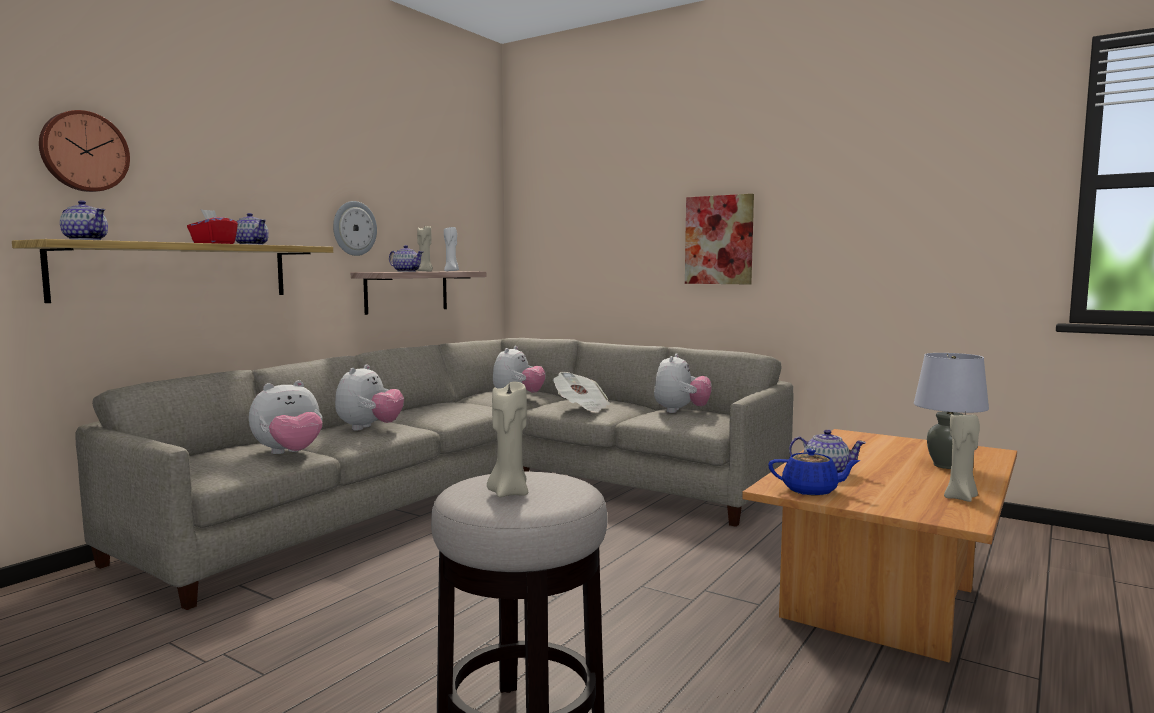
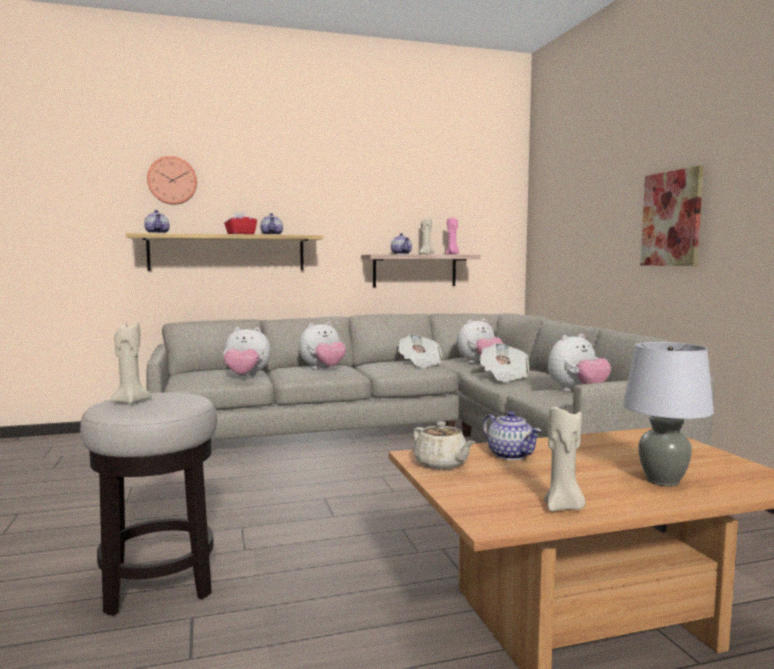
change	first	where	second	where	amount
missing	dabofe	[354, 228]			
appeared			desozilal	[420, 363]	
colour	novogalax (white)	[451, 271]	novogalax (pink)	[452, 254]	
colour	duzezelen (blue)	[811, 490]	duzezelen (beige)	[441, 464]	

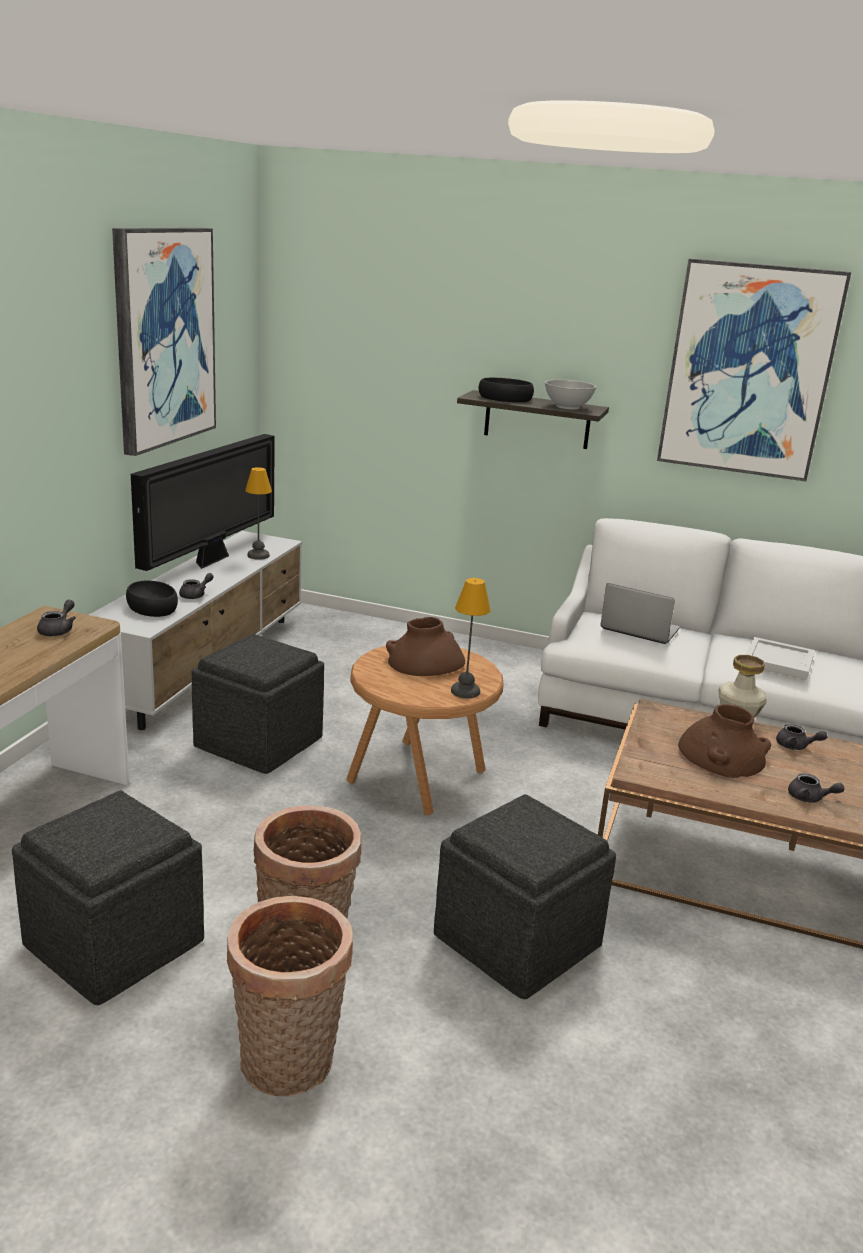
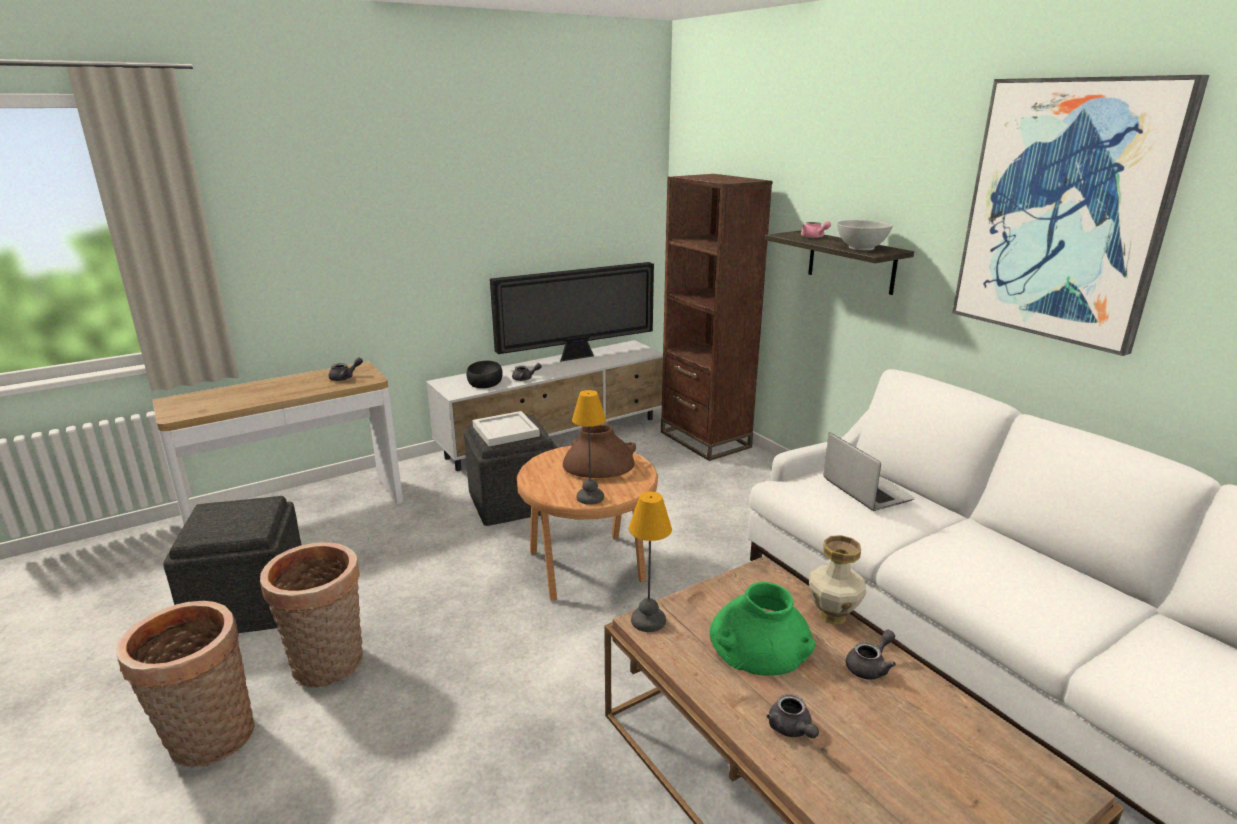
change	first	where	second	where	amount
missing	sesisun	[163, 337]			
missing	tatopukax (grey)	[519, 940]			
appeared			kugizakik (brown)	[705, 440]	
relocated	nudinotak	[258, 556]		[648, 621]	
relocated	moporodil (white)	[779, 661]		[507, 431]	
exchanged	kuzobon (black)	[505, 398]	duzezelen (pink)	[814, 237]	
colour	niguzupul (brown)	[722, 755]	niguzupul (green)	[761, 641]	
spun	duzezelen (grey)	[796, 746]		[870, 666]	105 degrees counterclockwise

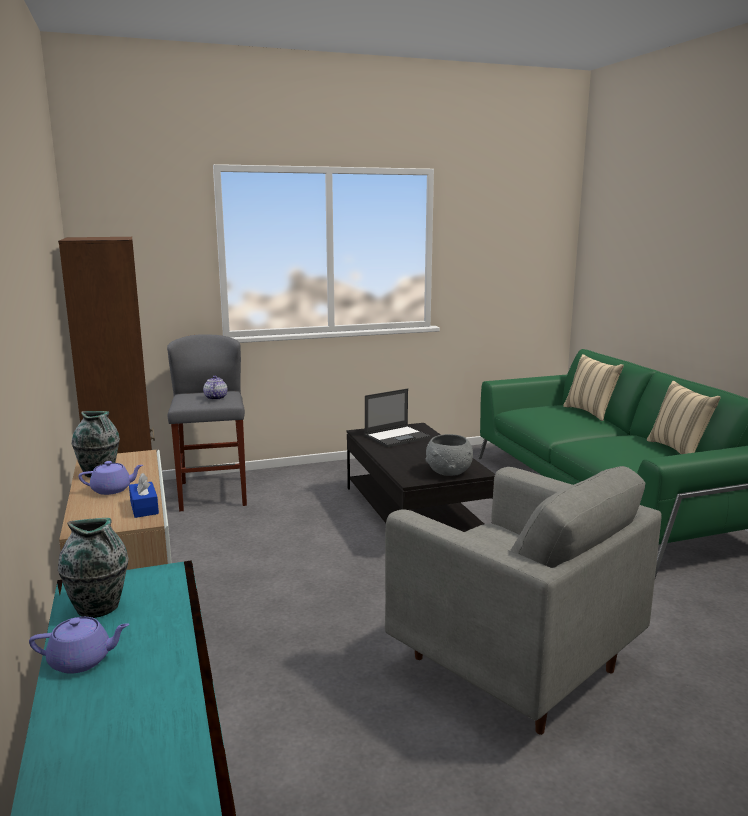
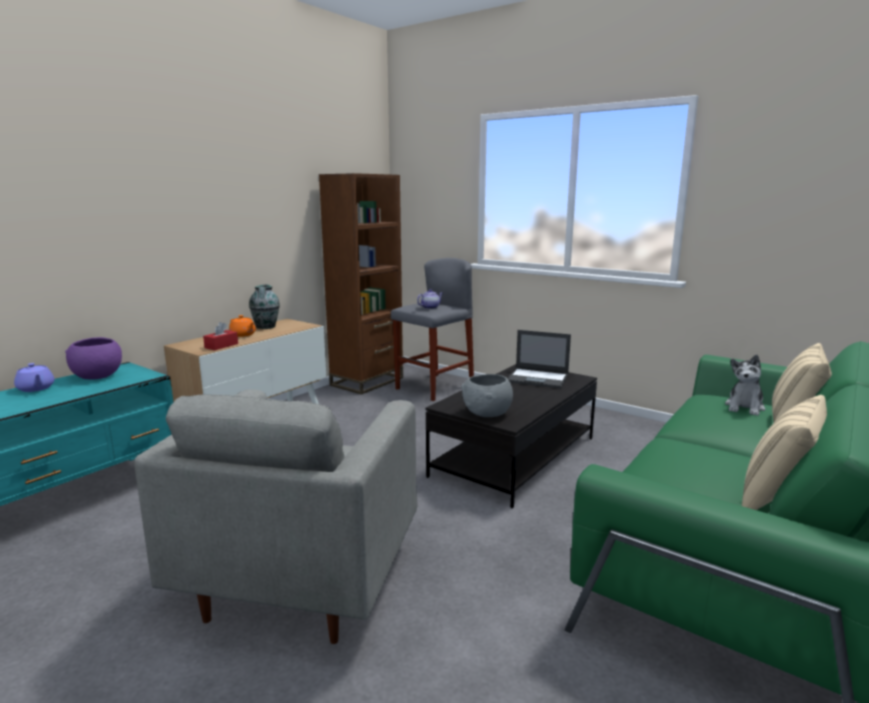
change	first	where	second	where	amount
appeared			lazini	[744, 407]	
exchanged	niguzupul	[99, 608]	kuzobon (purple)	[97, 376]	
colour	duzezelen (purple)	[112, 489]	duzezelen (orange)	[243, 335]	
colour	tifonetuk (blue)	[144, 507]	tifonetuk (red)	[221, 346]	

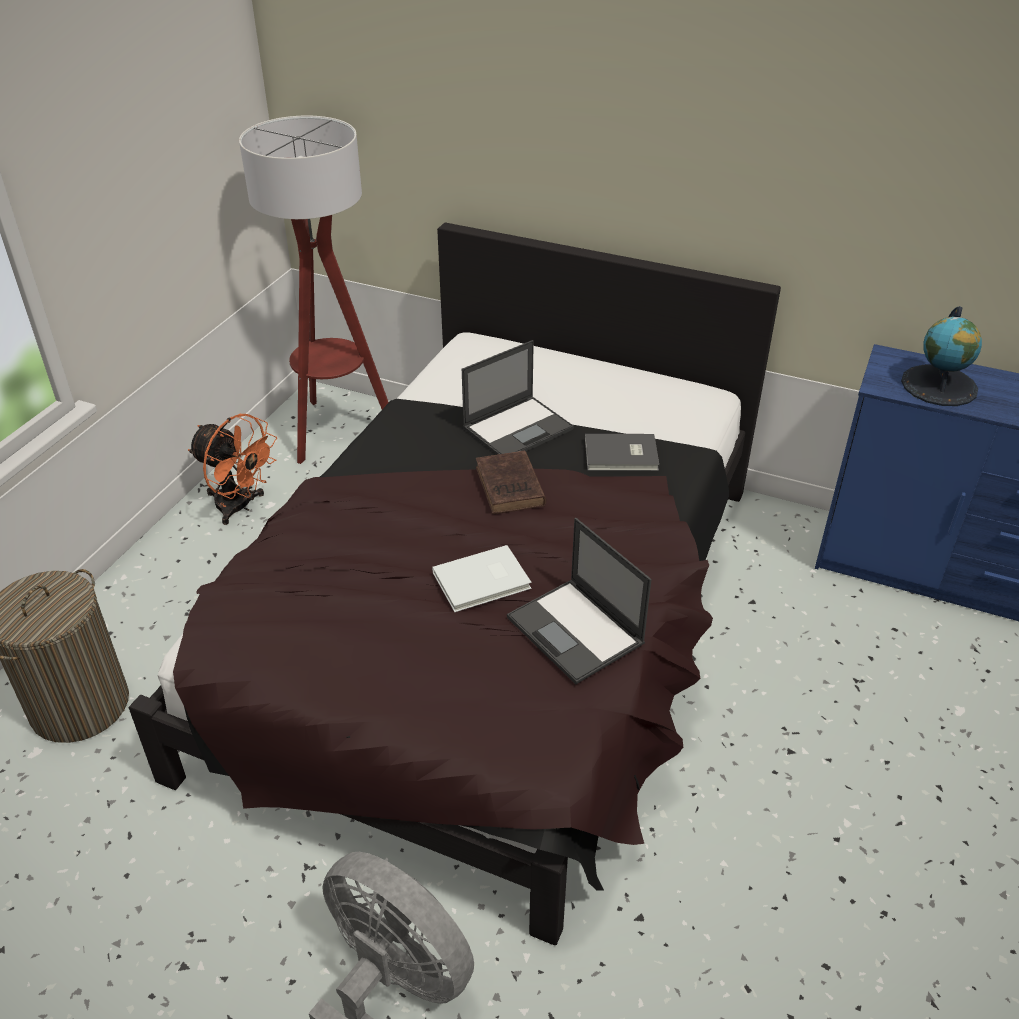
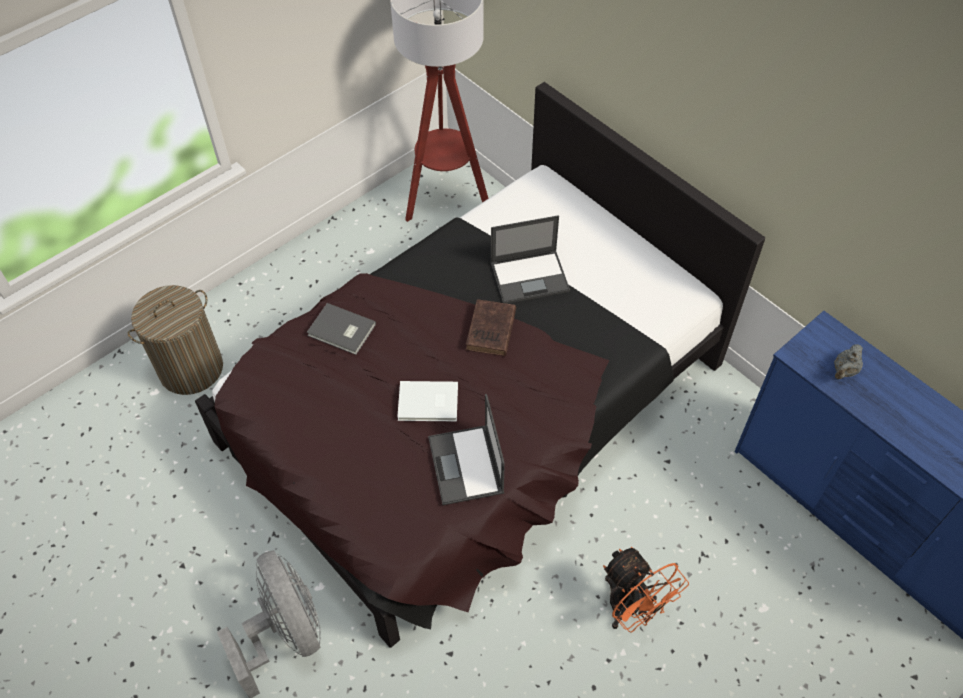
change	first	where	second	where	amount
relocated	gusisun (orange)	[240, 507]		[631, 609]	
relocated	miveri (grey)	[622, 456]		[341, 331]	
exchanged	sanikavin	[939, 385]	duzezelen (grey)	[844, 371]	

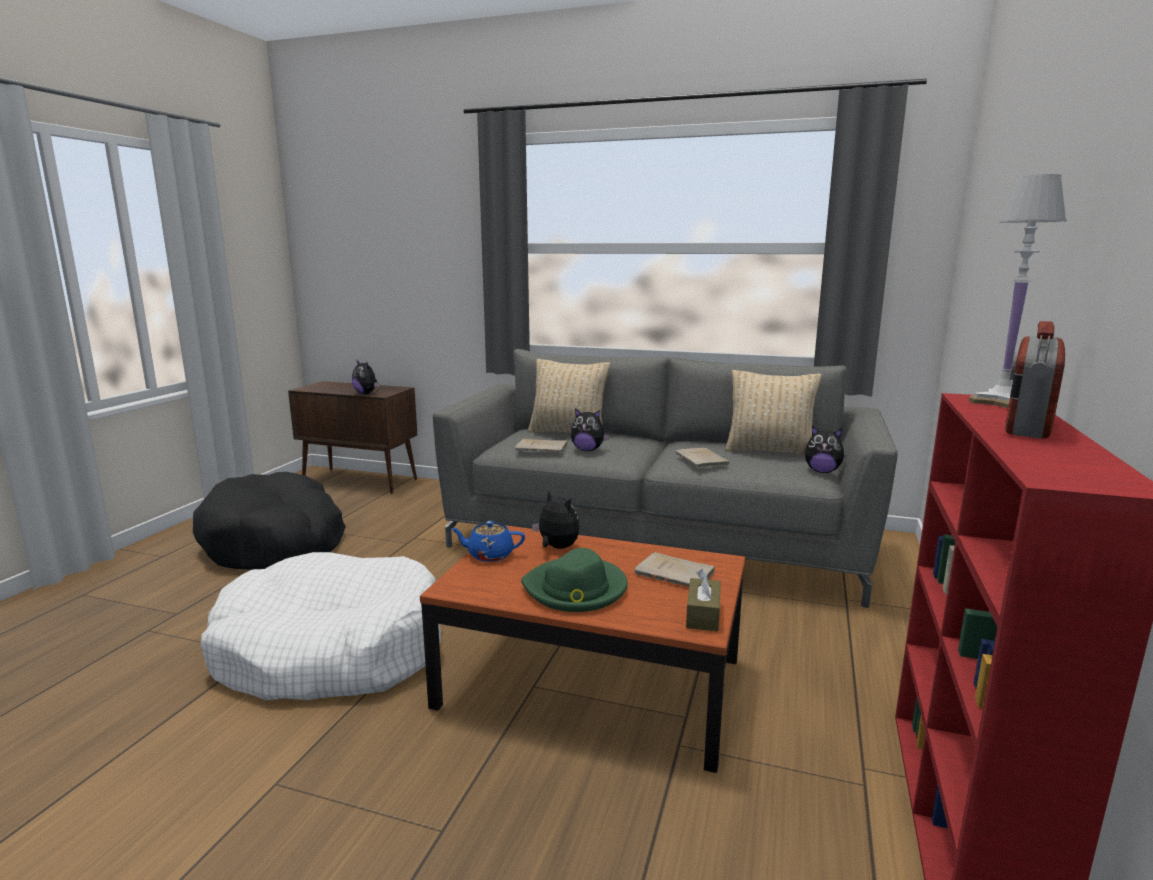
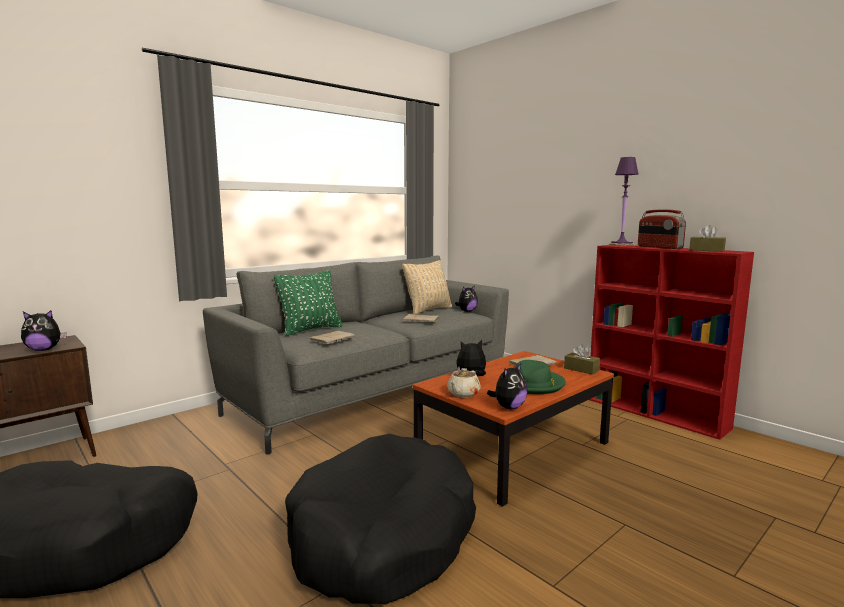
change	first	where	second	where	amount
appeared			tifonetuk (brown)	[706, 250]	
relocated	lazini	[588, 450]		[509, 407]	
colour	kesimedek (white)	[331, 650]	kesimedek (black)	[383, 536]	
colour	duzezelen (blue)	[489, 555]	duzezelen (beige)	[463, 394]	
colour	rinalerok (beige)	[568, 433]	rinalerok (green)	[310, 330]	
colour	nudinotak (white)	[1001, 402]	nudinotak (purple)	[621, 245]	

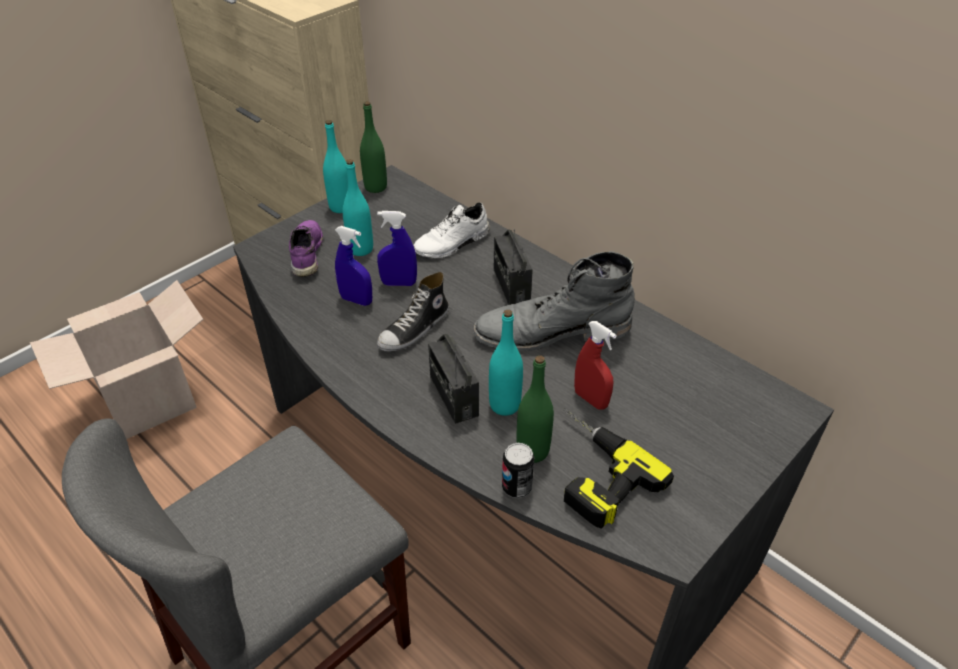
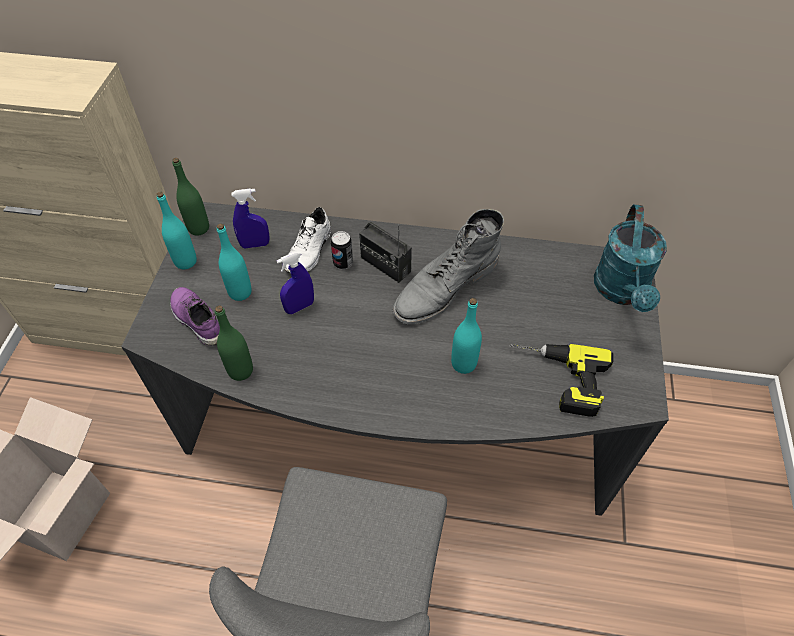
change	first	where	second	where	amount
missing	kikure	[414, 330]			
missing	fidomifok	[453, 396]			
missing	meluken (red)	[590, 399]			
appeared			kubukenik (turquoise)	[622, 292]	
relocated	meluken (blue)	[356, 300]		[255, 244]	
relocated	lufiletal	[516, 487]		[343, 263]	
relocated	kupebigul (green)	[532, 451]		[240, 370]	

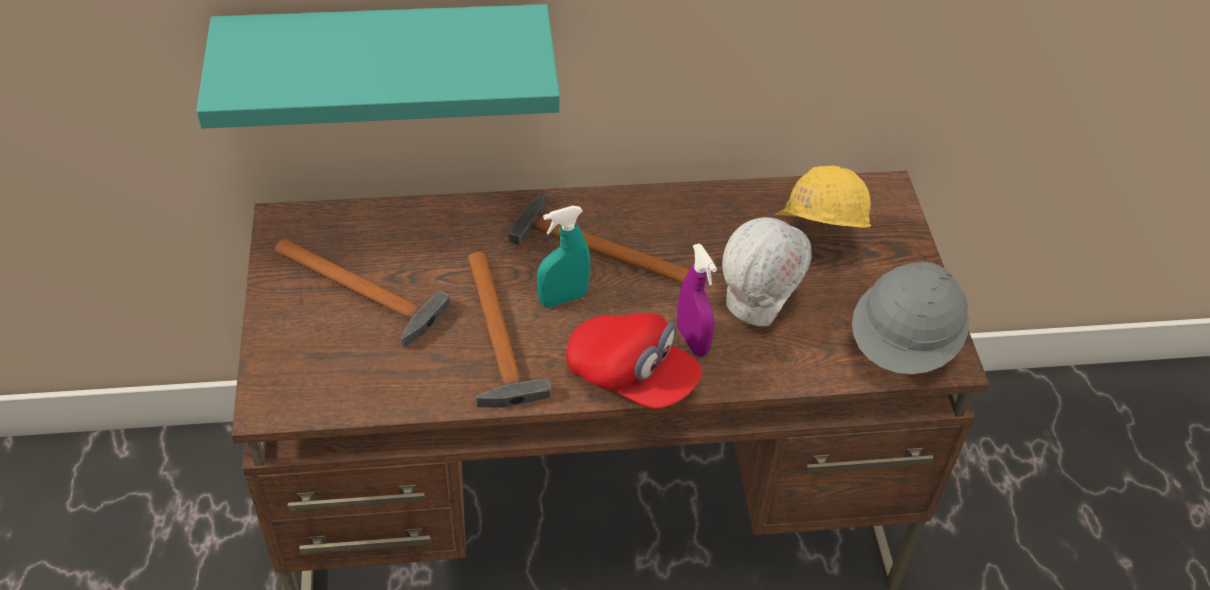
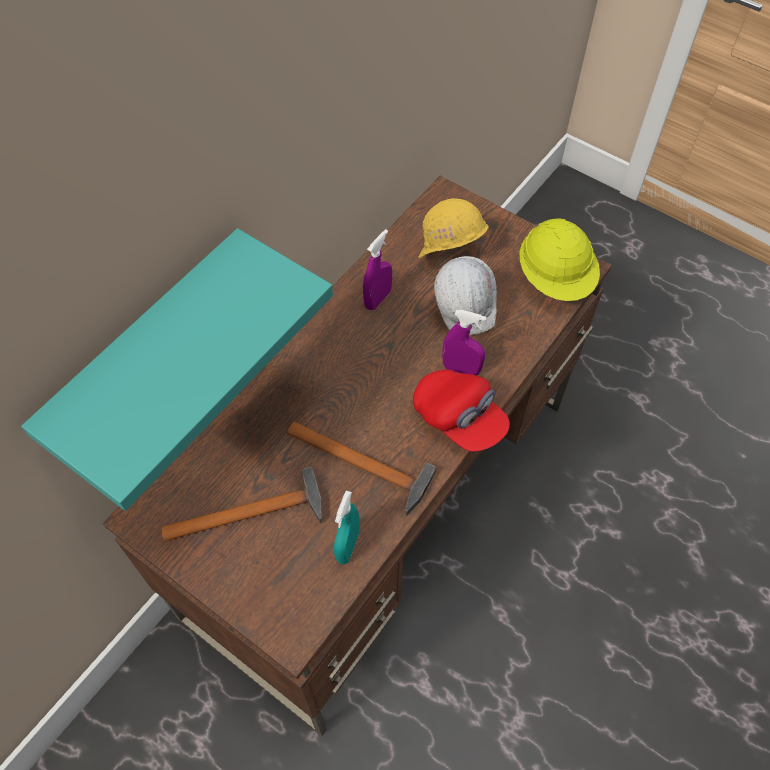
change	first	where	second	where	amount
missing	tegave	[594, 247]			
appeared			meluken (purple)	[377, 299]	
relocated	meluken (turquoise)	[563, 298]		[347, 546]	
colour	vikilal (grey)	[903, 345]	vikilal (yellow)	[555, 278]	
spun	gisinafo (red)	[631, 377]		[459, 419]	60 degrees clockwise

